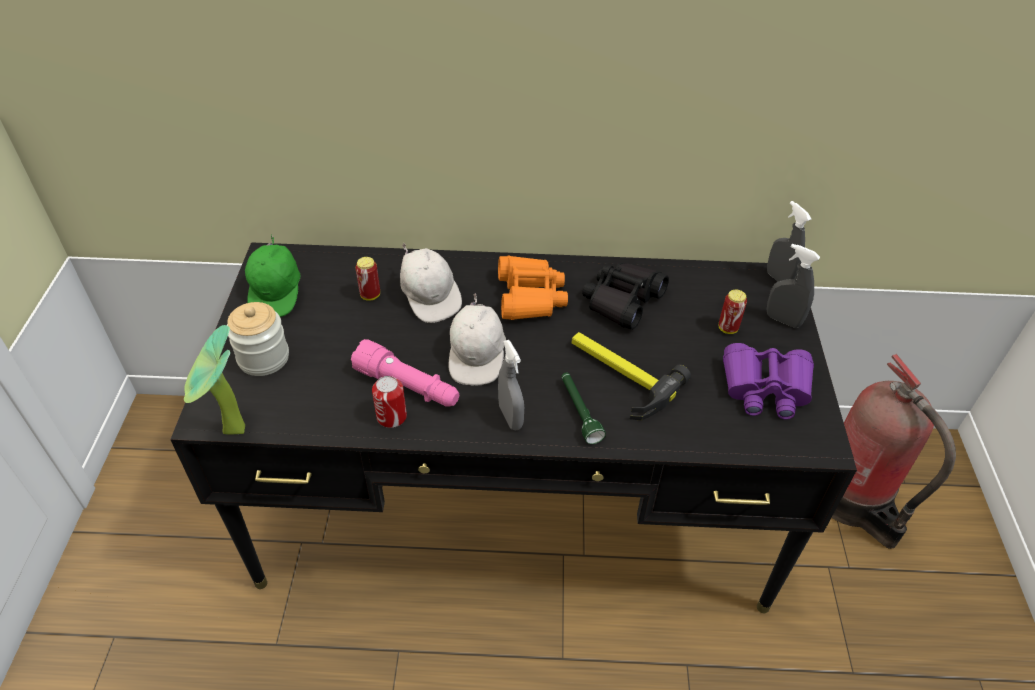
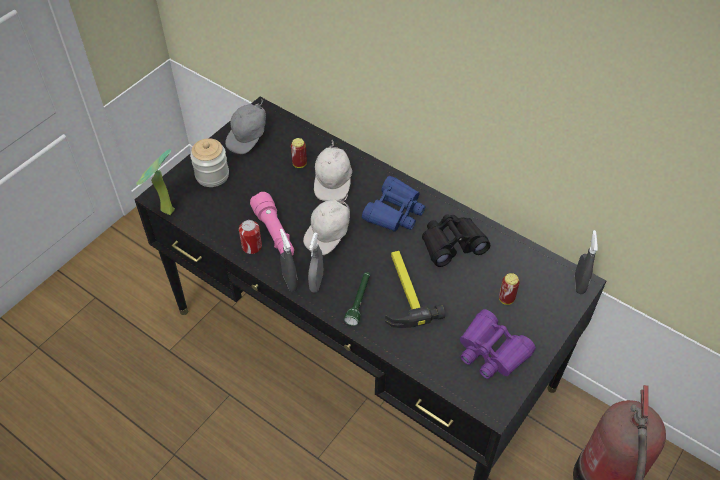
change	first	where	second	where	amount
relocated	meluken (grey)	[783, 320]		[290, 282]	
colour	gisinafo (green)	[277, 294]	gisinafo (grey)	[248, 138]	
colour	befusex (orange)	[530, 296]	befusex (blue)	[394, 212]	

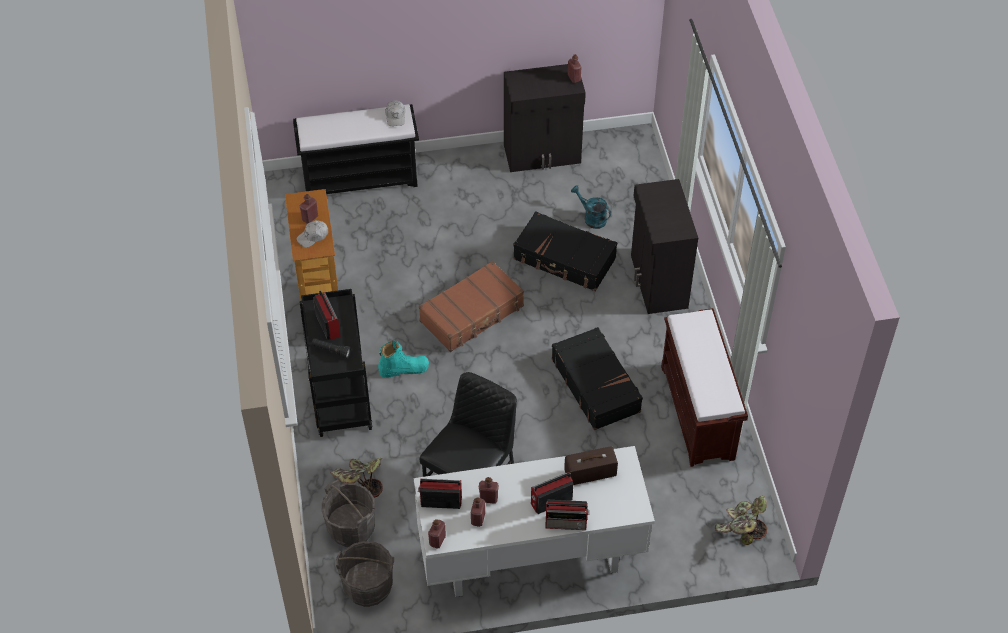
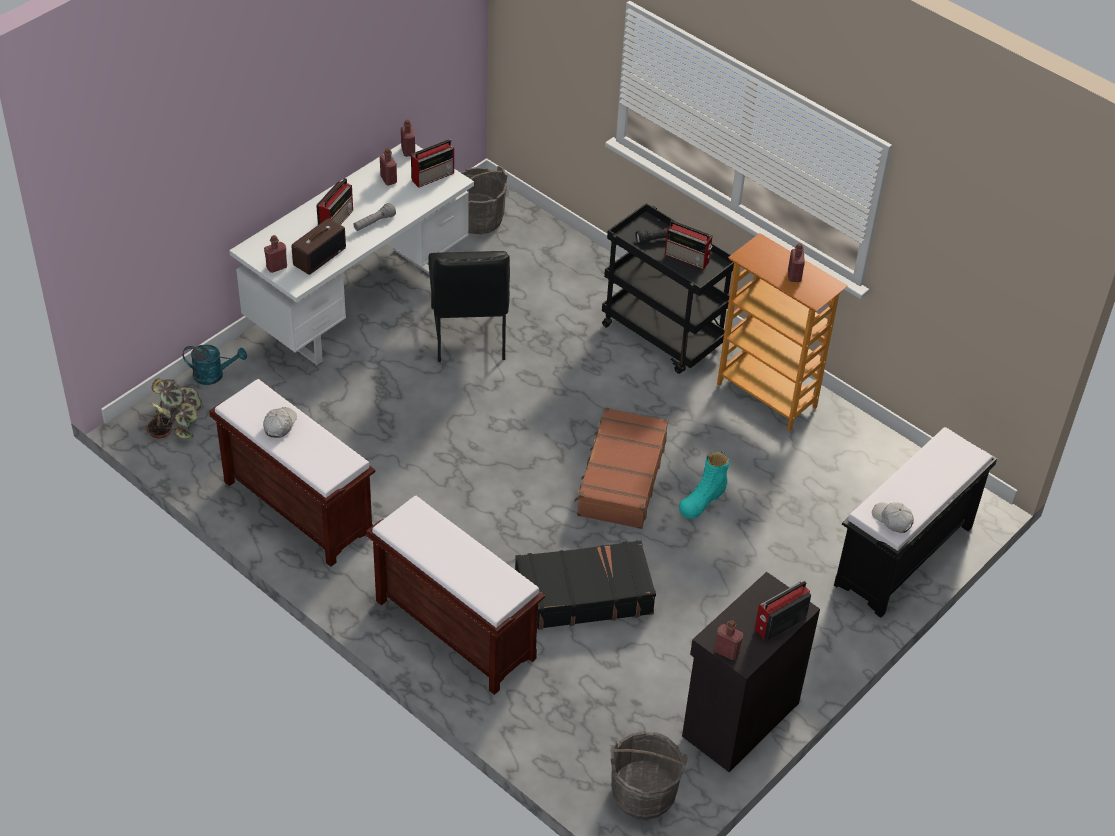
change	first	where	second	where	amount
missing	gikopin	[359, 483]			
missing	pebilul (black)	[596, 385]			
appeared			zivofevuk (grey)	[374, 223]	
relocated	gisinafo (white)	[313, 236]		[279, 425]	
relocated	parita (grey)	[351, 528]		[643, 794]	
relocated	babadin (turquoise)	[404, 369]		[702, 499]	
relocated	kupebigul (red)	[488, 498]		[276, 267]	
relocated	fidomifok	[567, 523]		[779, 624]	
relocated	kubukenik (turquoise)	[591, 218]		[214, 375]	
exchanged	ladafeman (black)	[657, 282]	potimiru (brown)	[453, 629]	

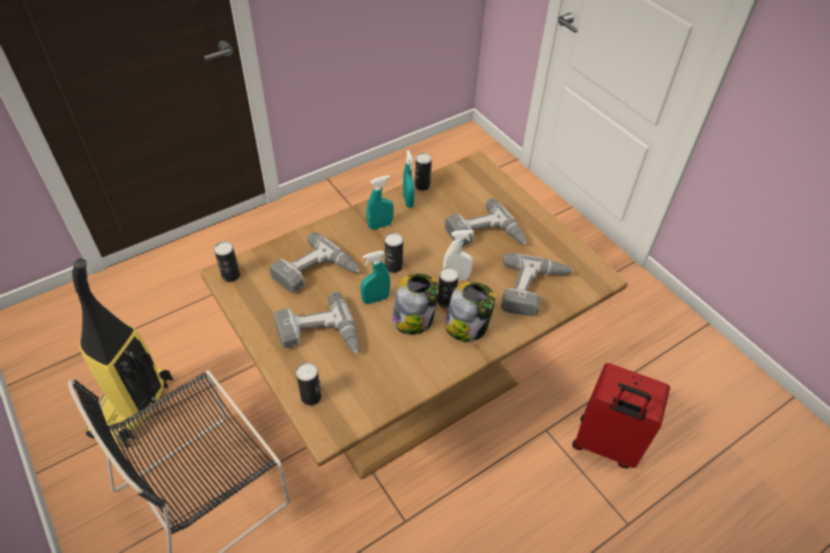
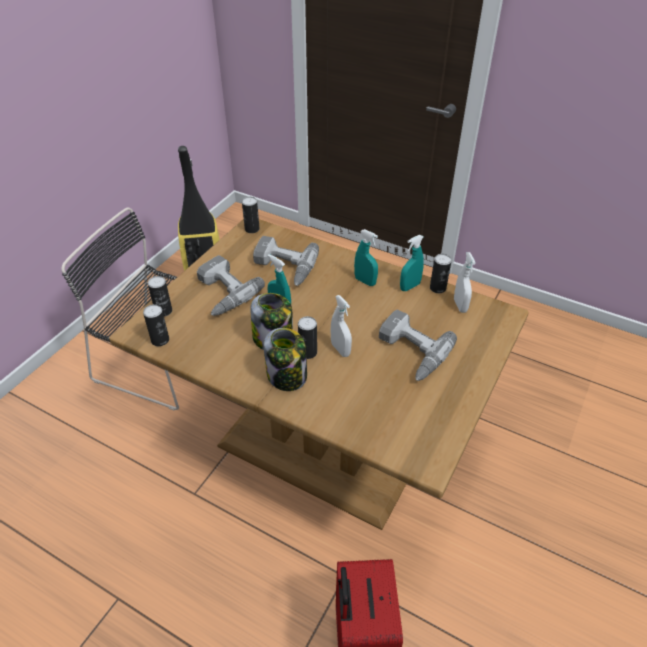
change	first	where	second	where	amount
missing	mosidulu	[534, 290]			
appeared			meluken (white)	[460, 305]	
relocated	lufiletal	[393, 266]		[160, 340]	

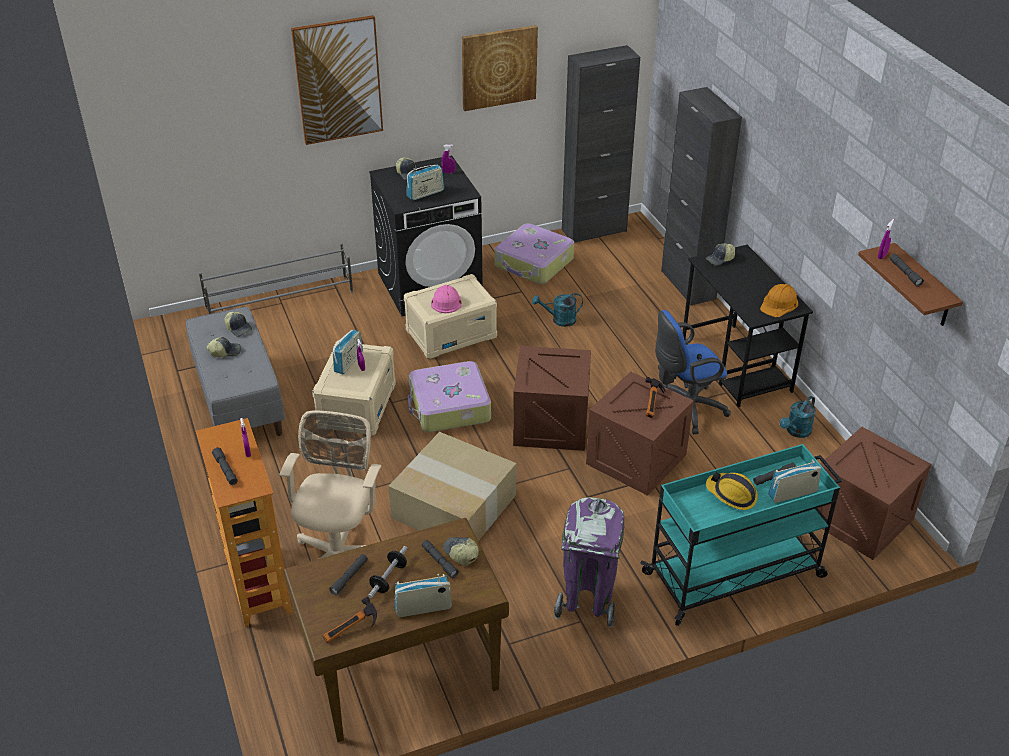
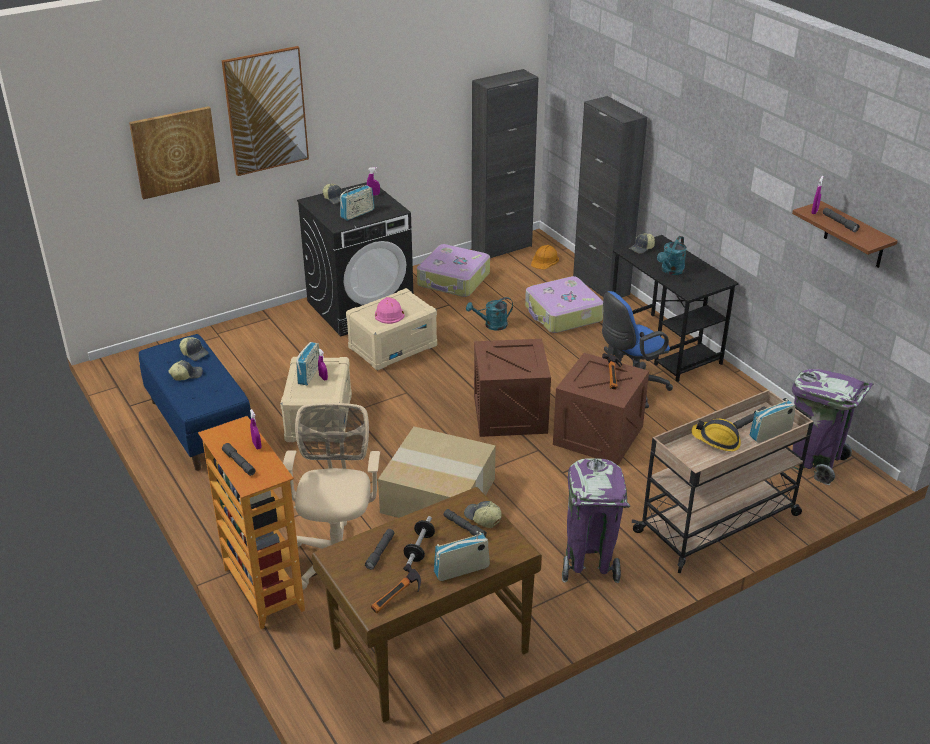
change	first	where	second	where	amount
missing	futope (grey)	[280, 300]			
relocated	pebilul	[449, 407]		[562, 314]	
relocated	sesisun	[499, 67]		[175, 152]	
relocated	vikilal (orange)	[779, 304]		[544, 260]	
relocated	kubukenik (turquoise)	[796, 432]		[670, 271]	
exchanged	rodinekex	[860, 519]	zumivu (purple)	[814, 463]	
colour	potimiru (grey)	[238, 400]	potimiru (blue)	[199, 426]	
colour	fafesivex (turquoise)	[735, 574]	fafesivex (beige)	[719, 523]	

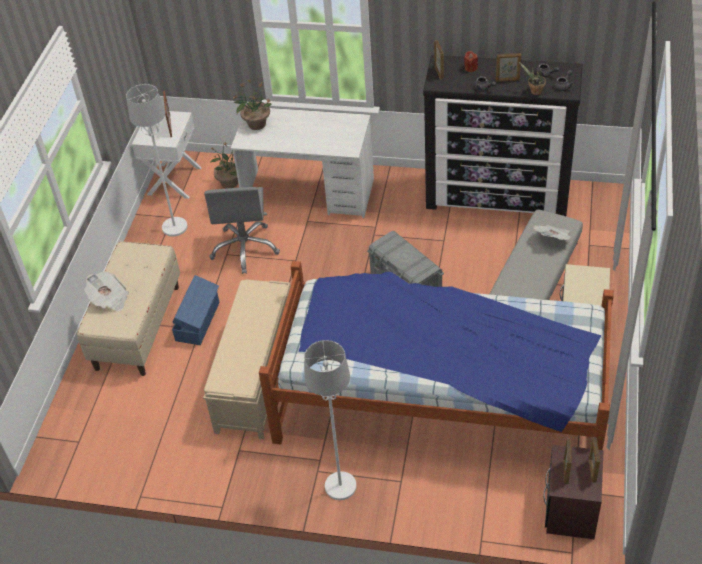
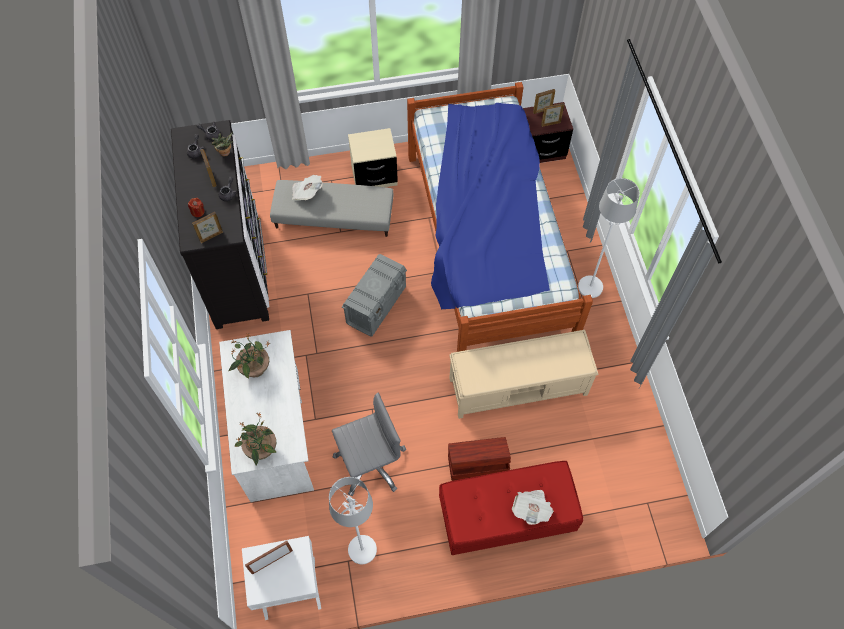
change	first	where	second	where	amount
relocated	gikopin	[229, 182]		[254, 368]	
colour	potimiru (beige)	[137, 327]	potimiru (red)	[505, 518]	
colour	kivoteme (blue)	[198, 321]	kivoteme (brown)	[477, 464]	

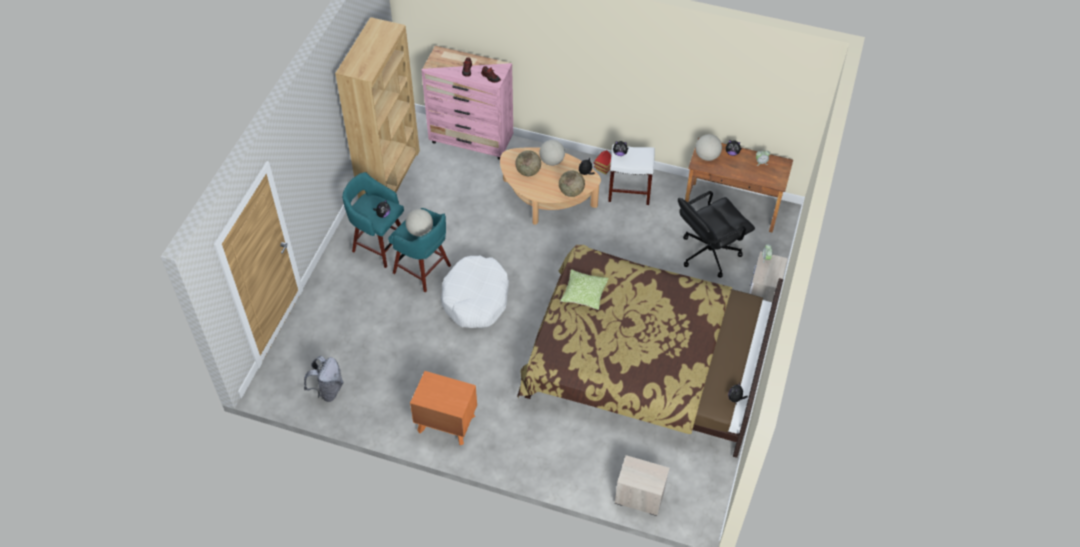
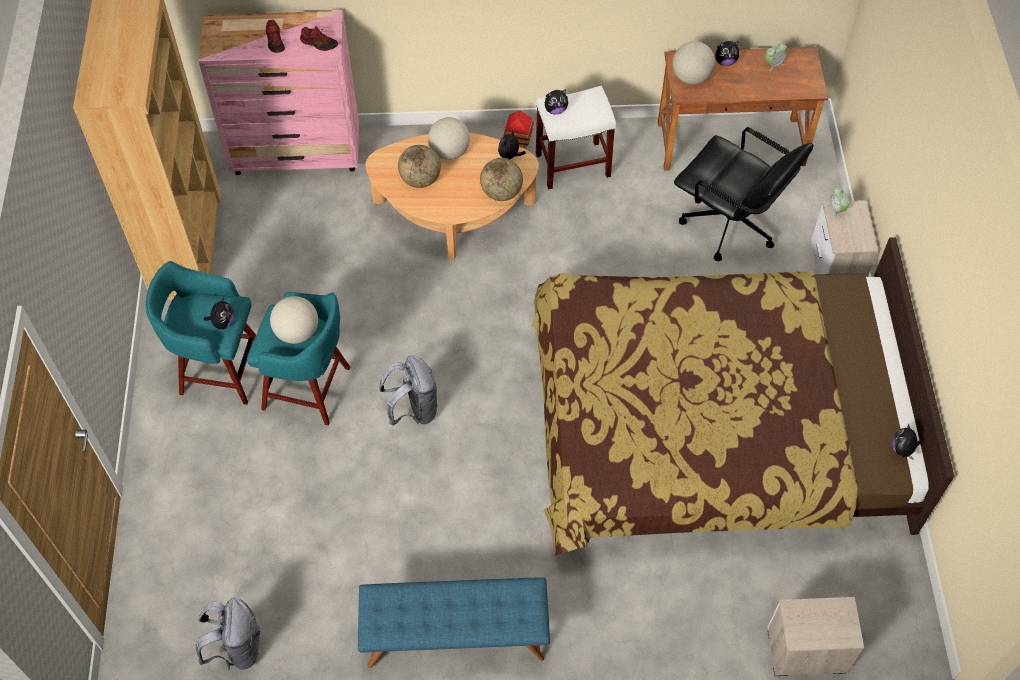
change	first	where	second	where	amount
missing	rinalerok	[584, 294]			
exchanged	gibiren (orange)	[446, 423]	potimiru (blue)	[455, 636]	
exchanged	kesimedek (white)	[476, 299]	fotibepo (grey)	[413, 409]	
spun	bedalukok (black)	[708, 253]		[729, 225]	90 degrees counterclockwise

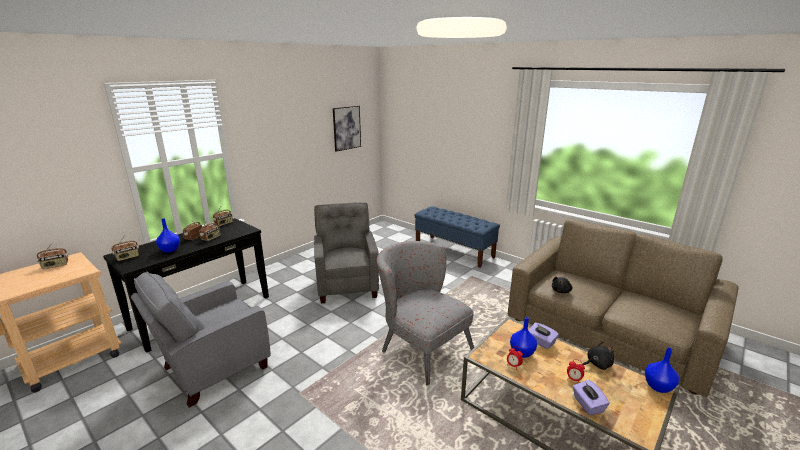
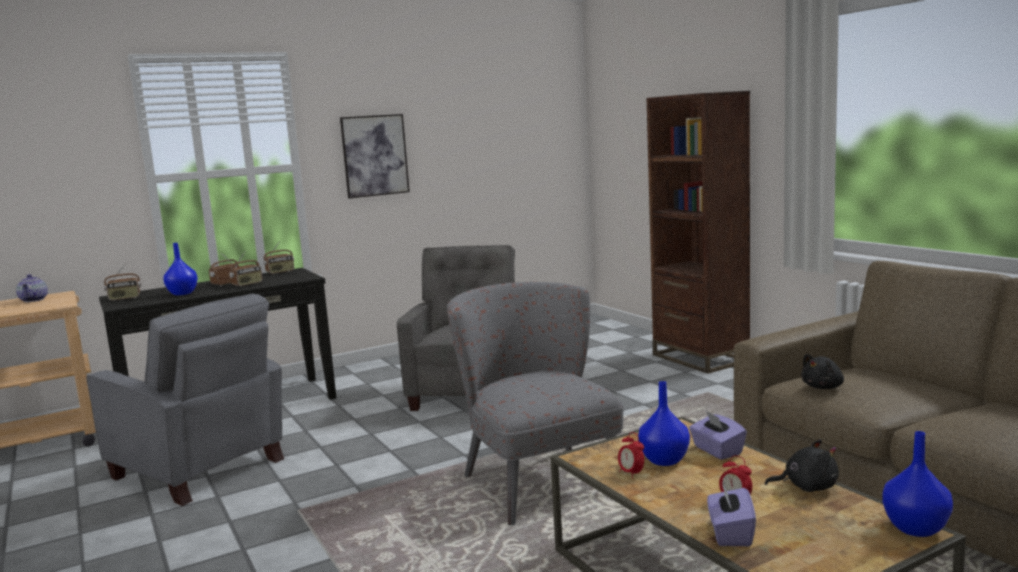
change	first	where	second	where	amount
relocated	sesisun	[346, 128]		[375, 155]	
exchanged	fidomifok	[55, 266]	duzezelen	[34, 300]	
exchanged	potimiru (blue)	[454, 251]	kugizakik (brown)	[700, 358]	
spun	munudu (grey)	[213, 368]		[200, 470]	120 degrees counterclockwise

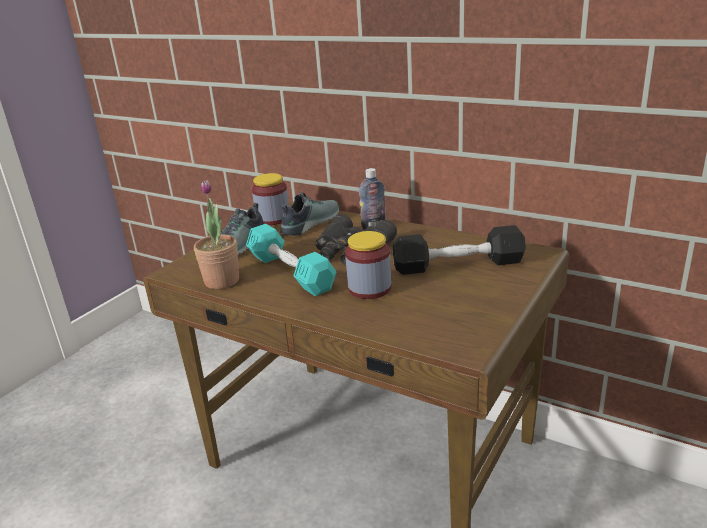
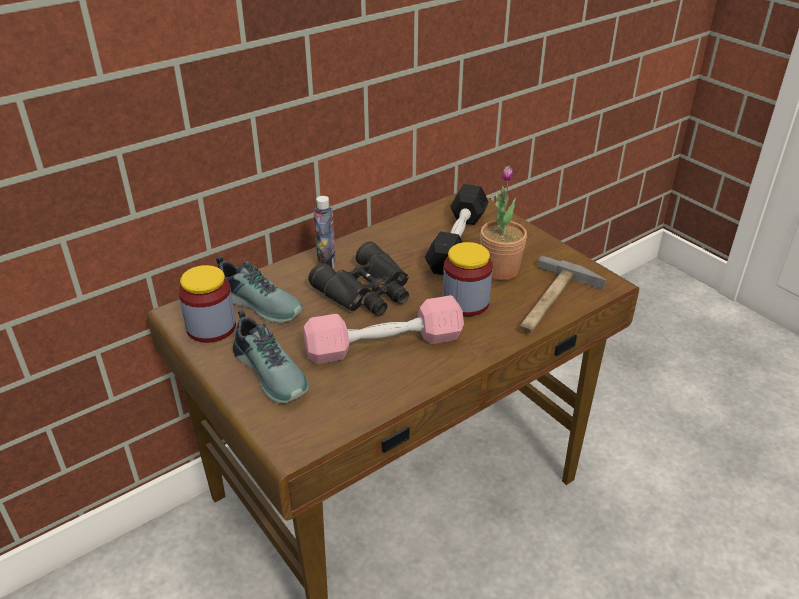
change	first	where	second	where	amount
appeared			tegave	[551, 302]	
relocated	gikopin	[222, 281]		[500, 270]	
colour	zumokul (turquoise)	[290, 272]	zumokul (pink)	[384, 345]	
spun	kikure	[309, 223]		[260, 303]	150 degrees clockwise

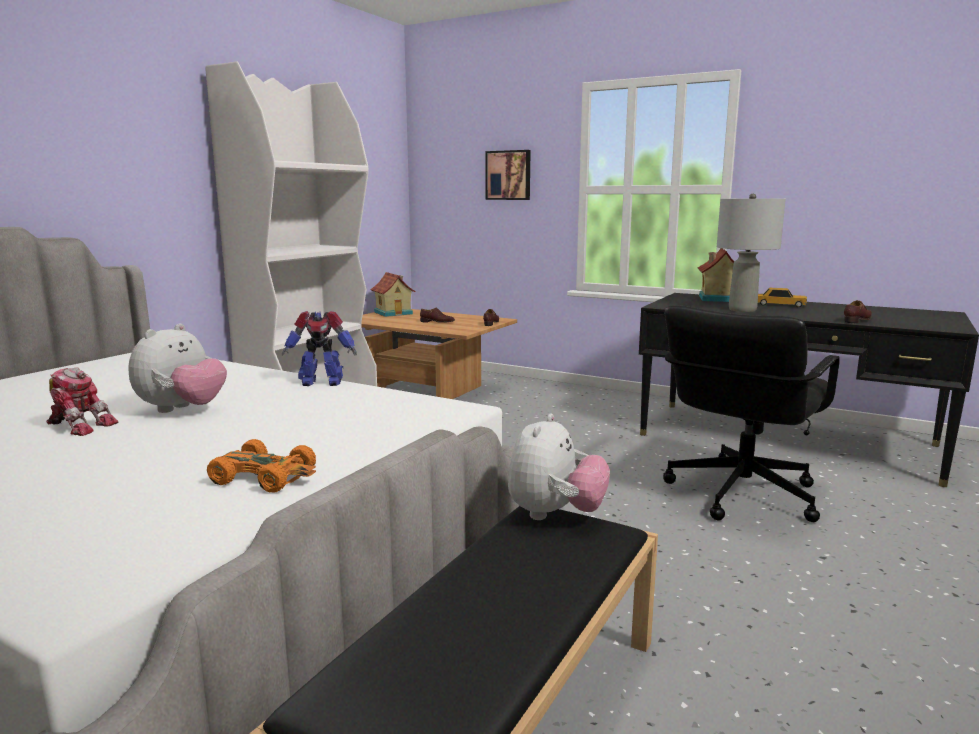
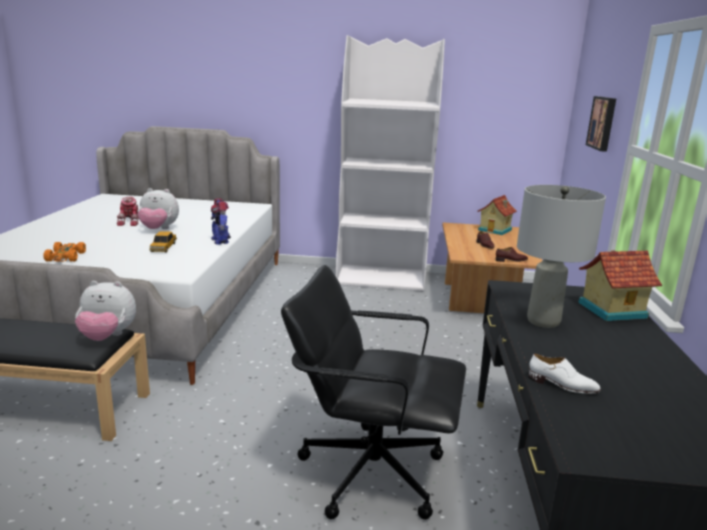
change	first	where	second	where	amount
relocated	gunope	[779, 305]		[163, 247]	
colour	kikure (brown)	[858, 320]	kikure (white)	[562, 385]	

